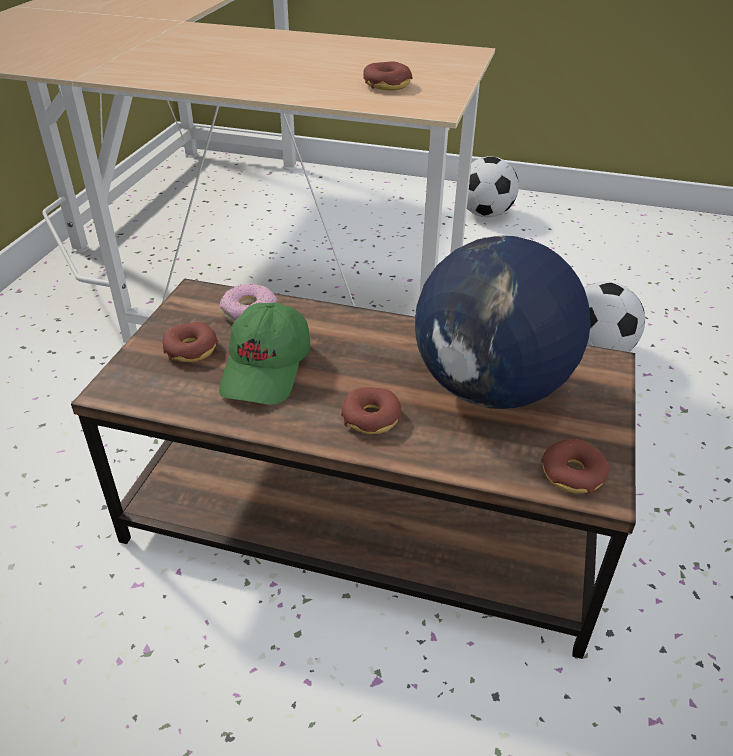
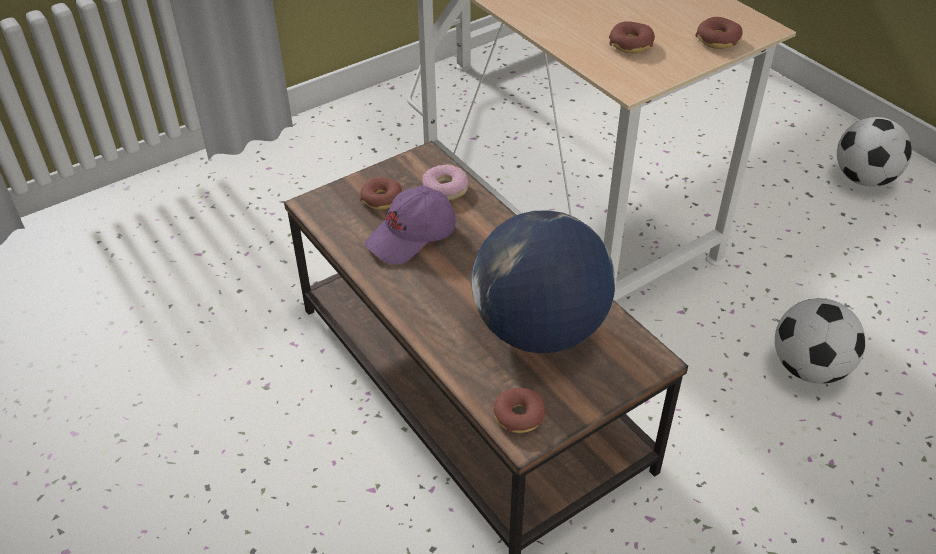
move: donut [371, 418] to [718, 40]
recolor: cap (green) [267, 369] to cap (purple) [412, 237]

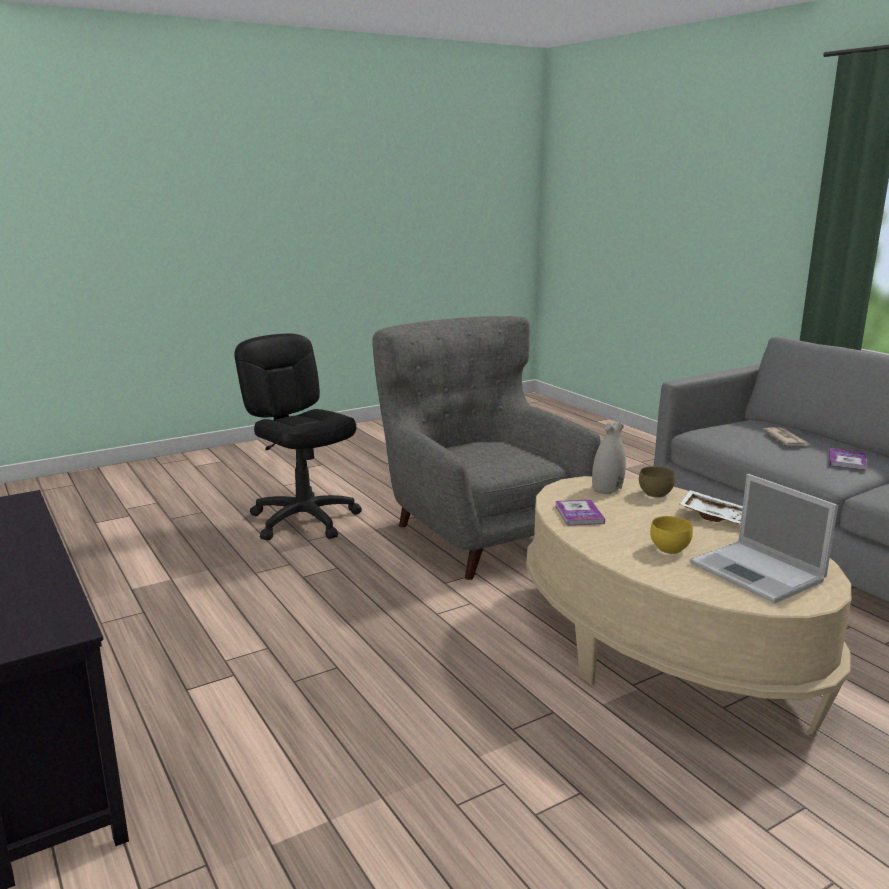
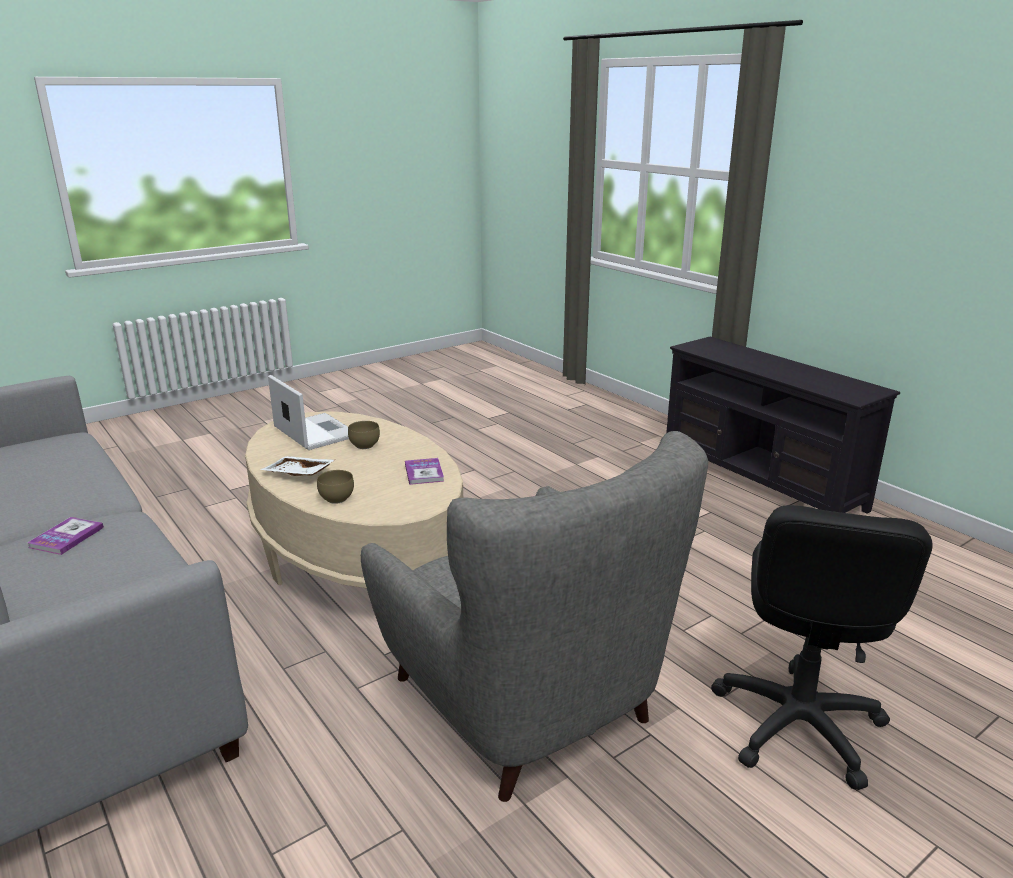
delete: vase (white) [607, 489]; newspaper [786, 439]
recolor: bowl (yellow) [670, 549] to bowl (brown) [364, 445]
rotate: office chair (black) [304, 520] = [797, 724] 60 degrees clockwise

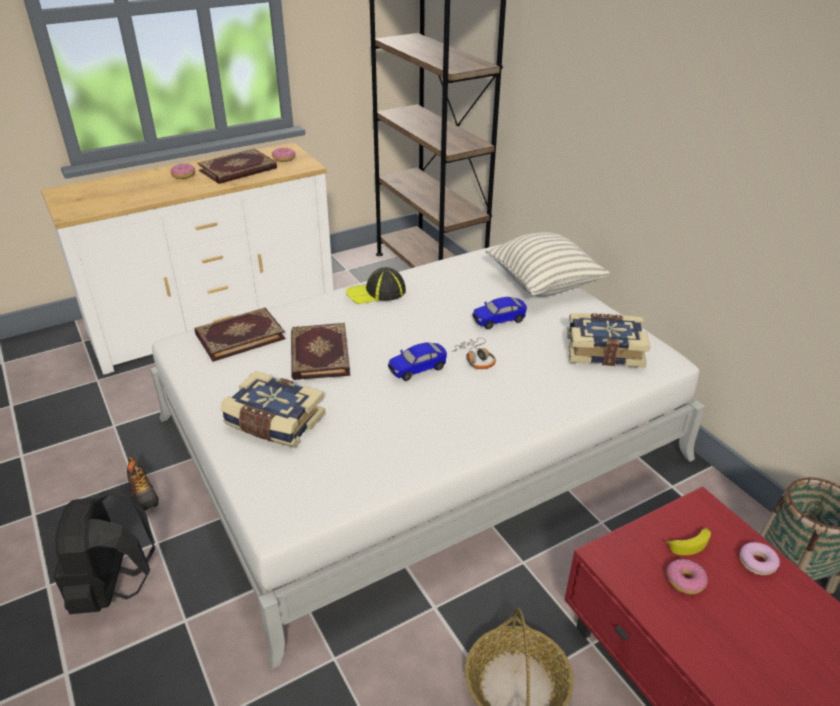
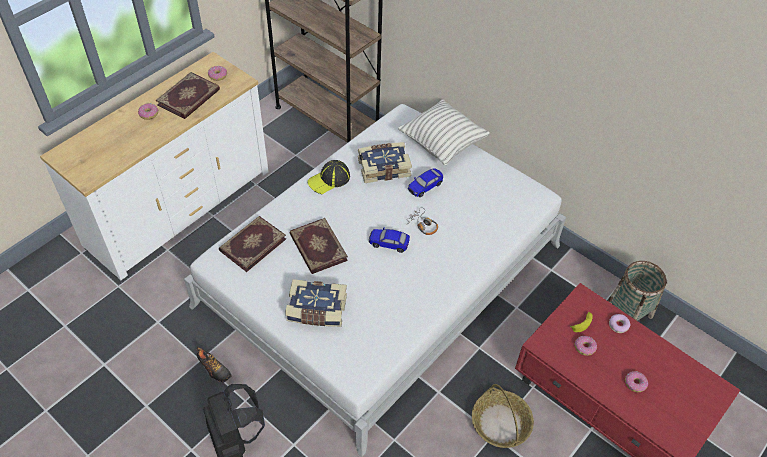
insert: donut [635, 383]
move: book [604, 350] to [383, 167]
rotate: toy car [417, 369] = [389, 244] 60 degrees clockwise

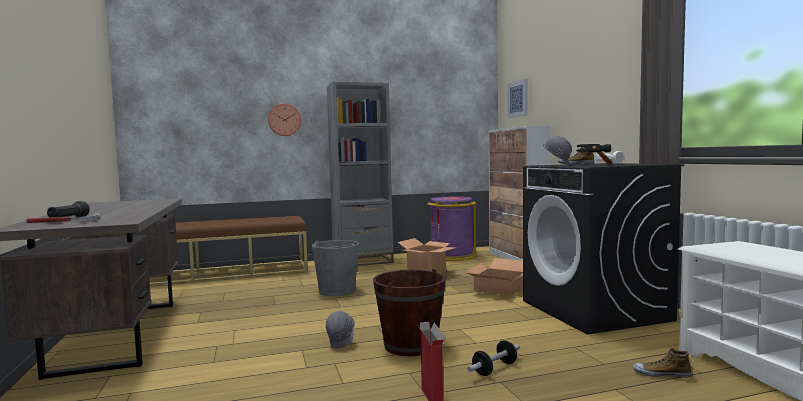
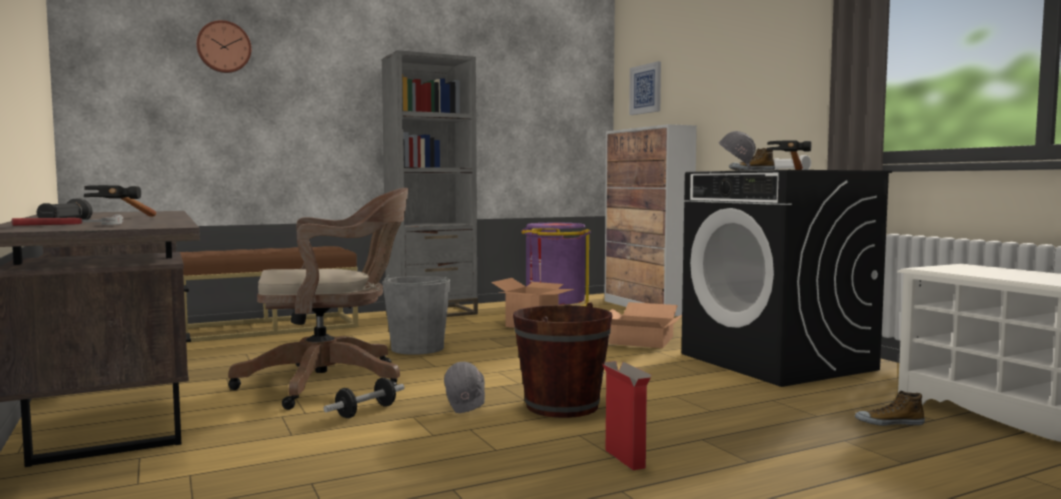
insert: hammer [128, 219]; office chair (brown) [331, 383]
move: wall clock [284, 120] to [223, 47]; dumbbell [494, 369] to [366, 411]

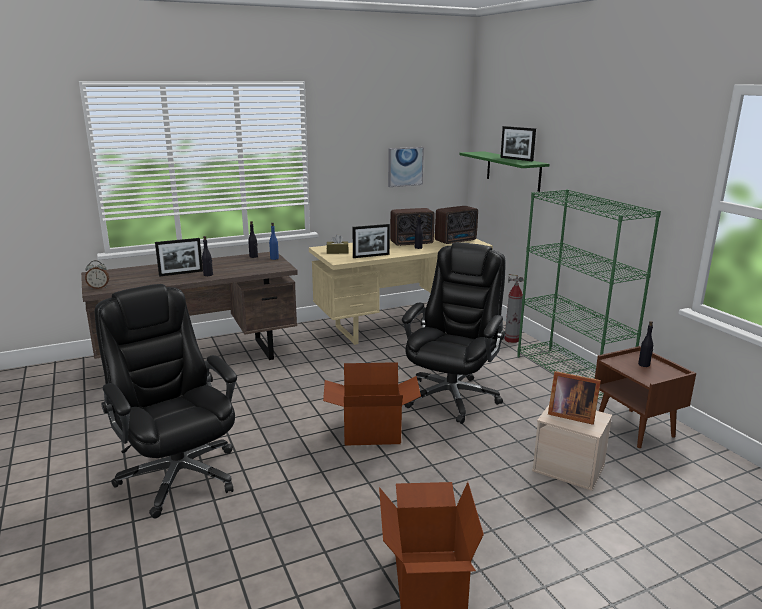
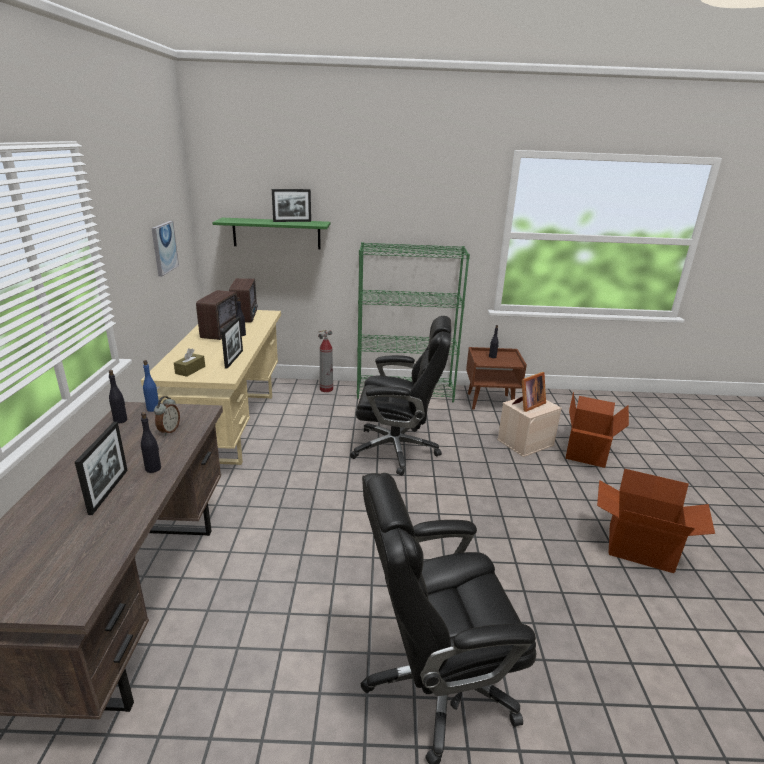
move: alarm clock [99, 287] to [168, 431]; cardboard box [371, 433] to [587, 452]
rotate: office chair (black) [452, 396] = [397, 449] 135 degrees clockwise

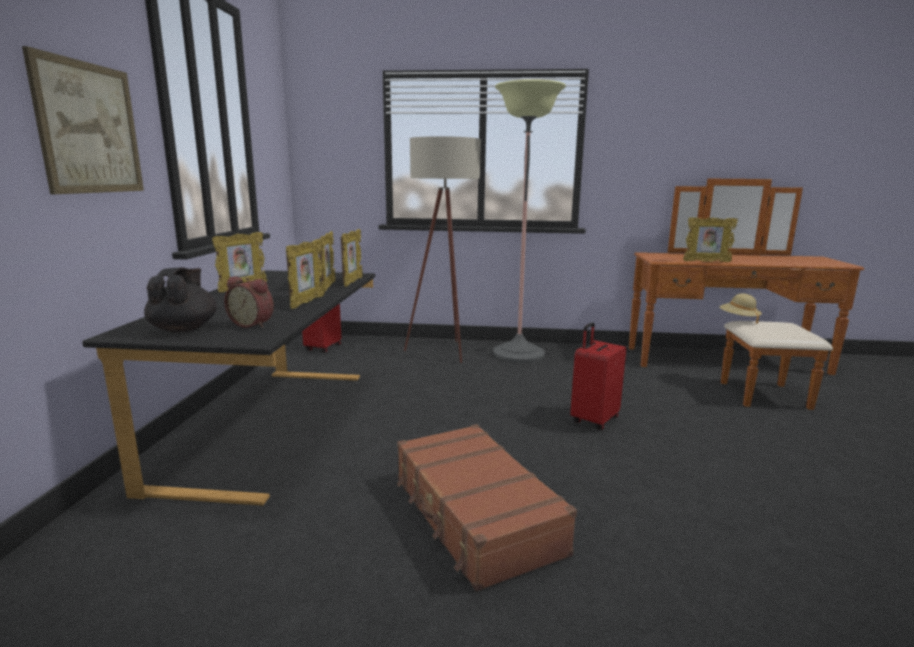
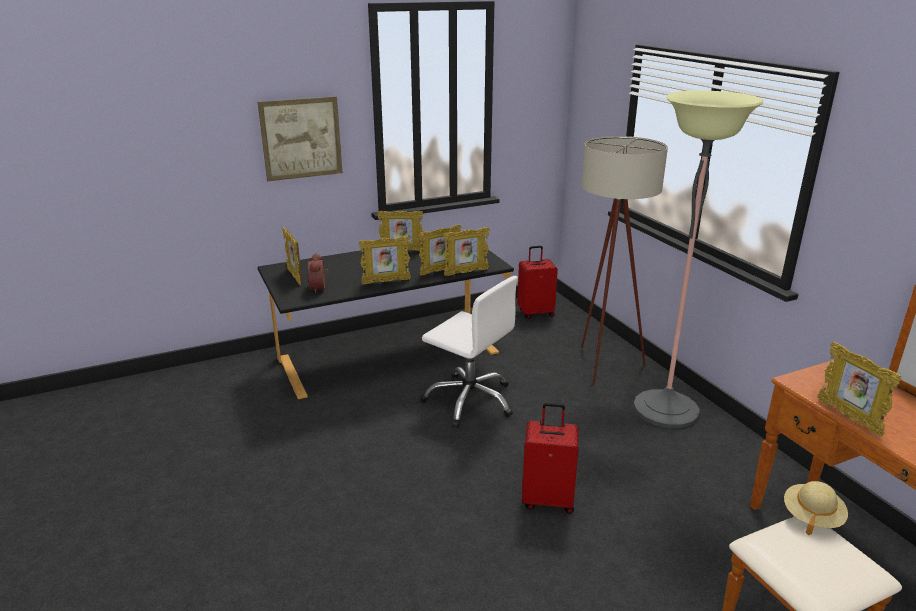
delete: suitcase (brown) [475, 516]
insert: office chair (white) [470, 400]
replace: teapot (black) [184, 329] to picture frame [294, 277]

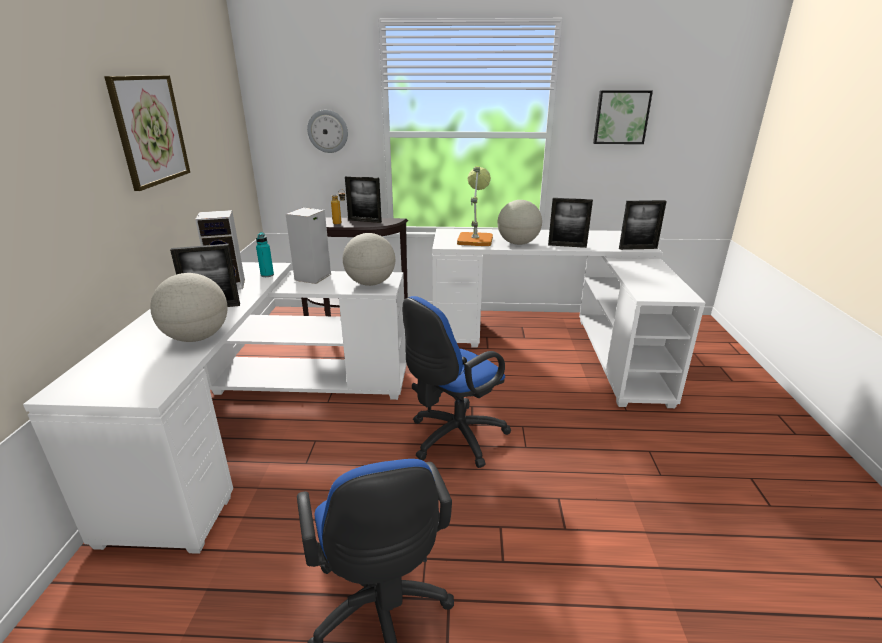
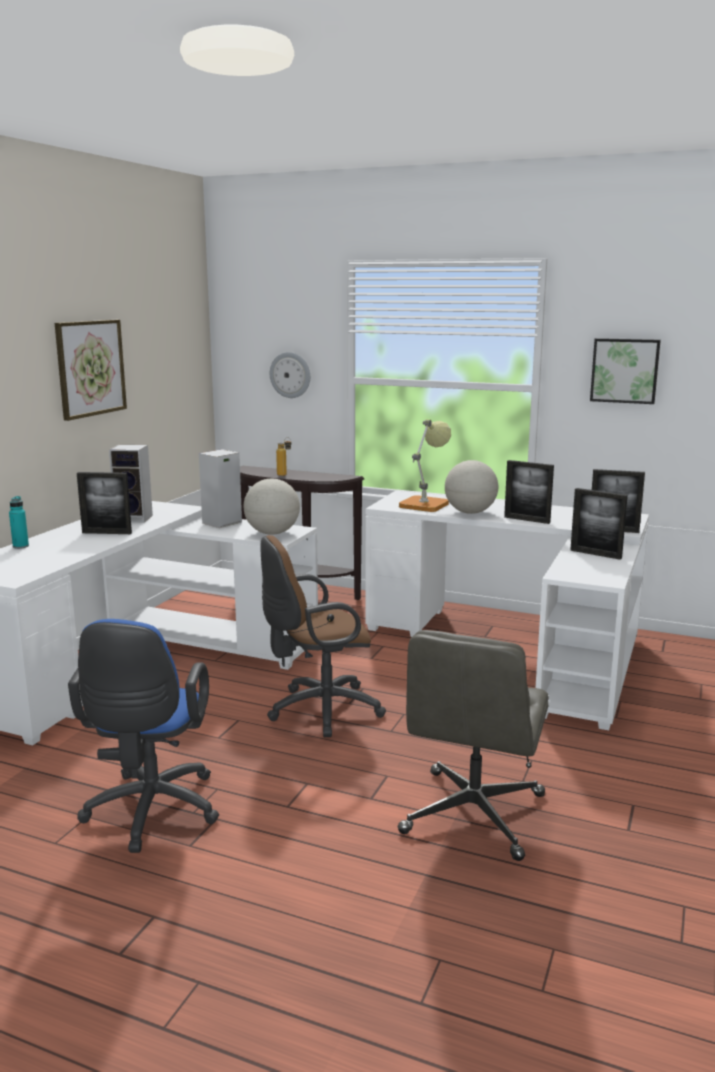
delete: globe [197, 337]
insert: office chair (grey) [473, 815]
move: picture frame [364, 221] to [595, 554]; bottle (turquoise) [267, 275] to [20, 546]
recolor: office chair (blue) [453, 438] to office chair (brown) [319, 710]

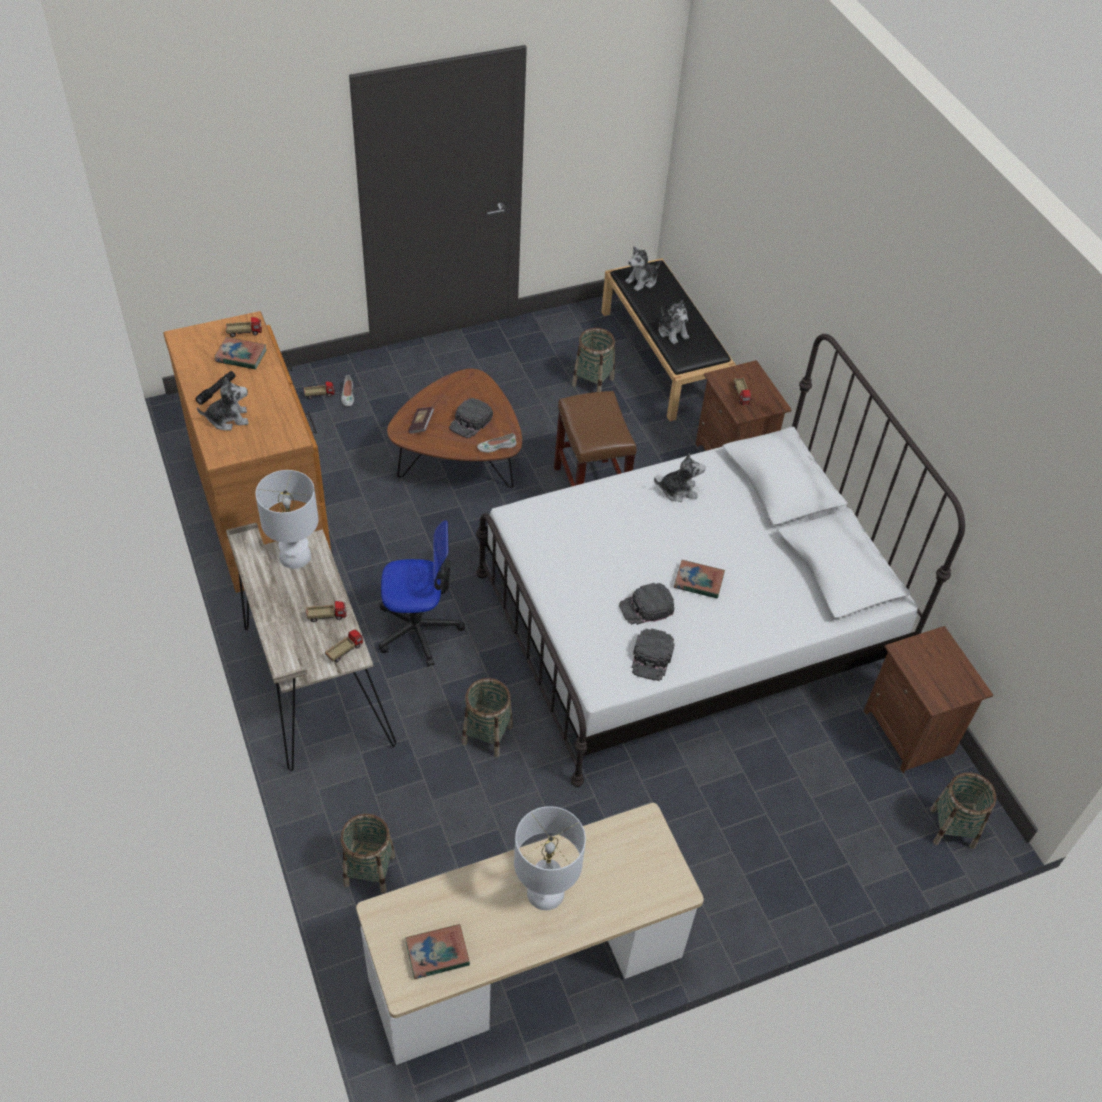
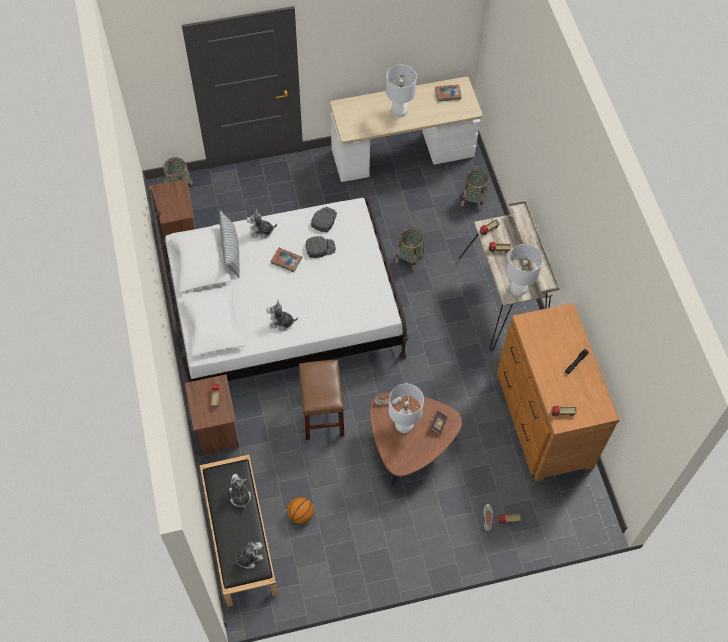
delete: book [241, 356]; office chair [418, 629]
insert: pillow [231, 252]
move: plush toy [228, 419] to [261, 231]
replace: basket [592, 382] to basketball [301, 515]; cap (black) [470, 422] to table lamp (white) [403, 424]

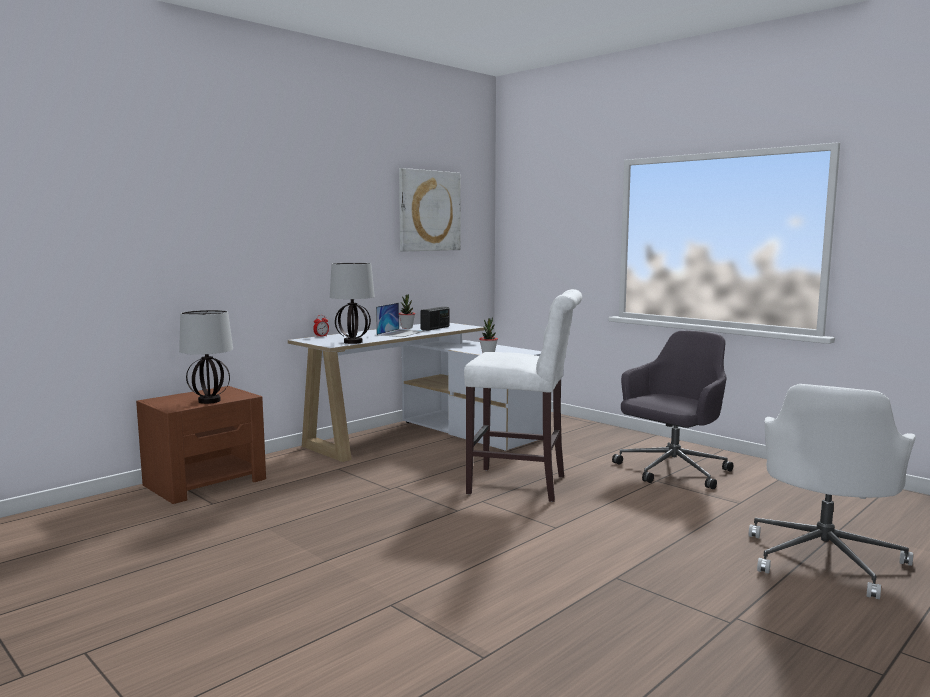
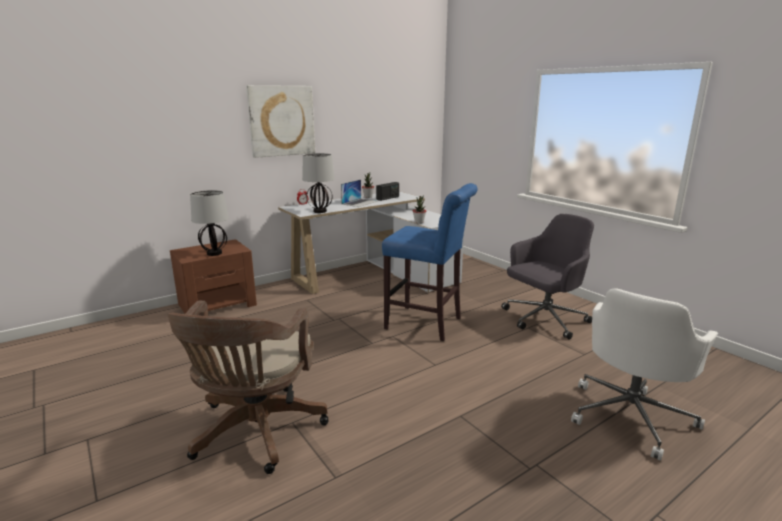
insert: office chair (brown) [255, 433]
move: picture [429, 211] to [281, 121]
recolor: stool (white) [523, 485] to stool (blue) [427, 324]

